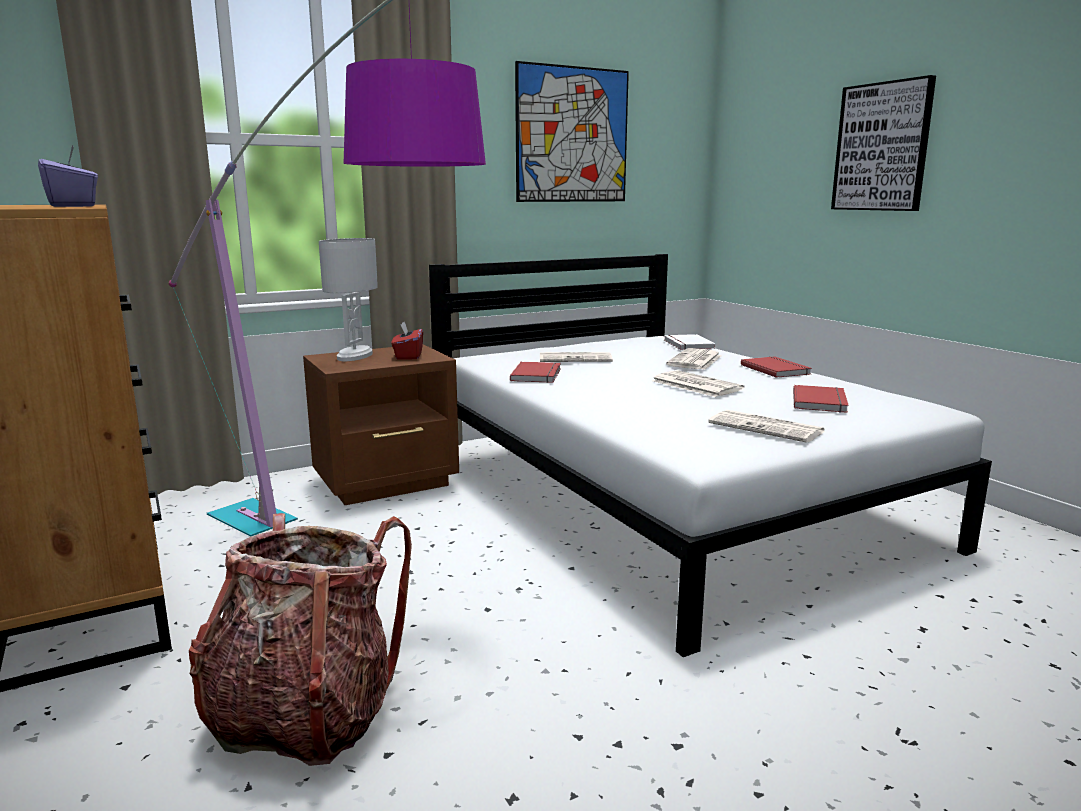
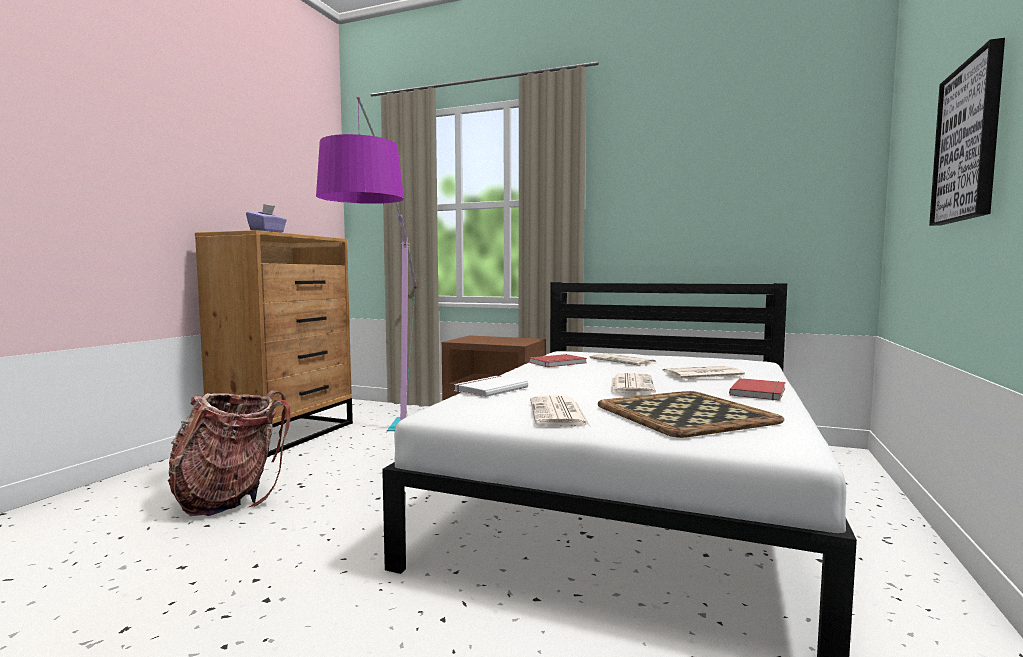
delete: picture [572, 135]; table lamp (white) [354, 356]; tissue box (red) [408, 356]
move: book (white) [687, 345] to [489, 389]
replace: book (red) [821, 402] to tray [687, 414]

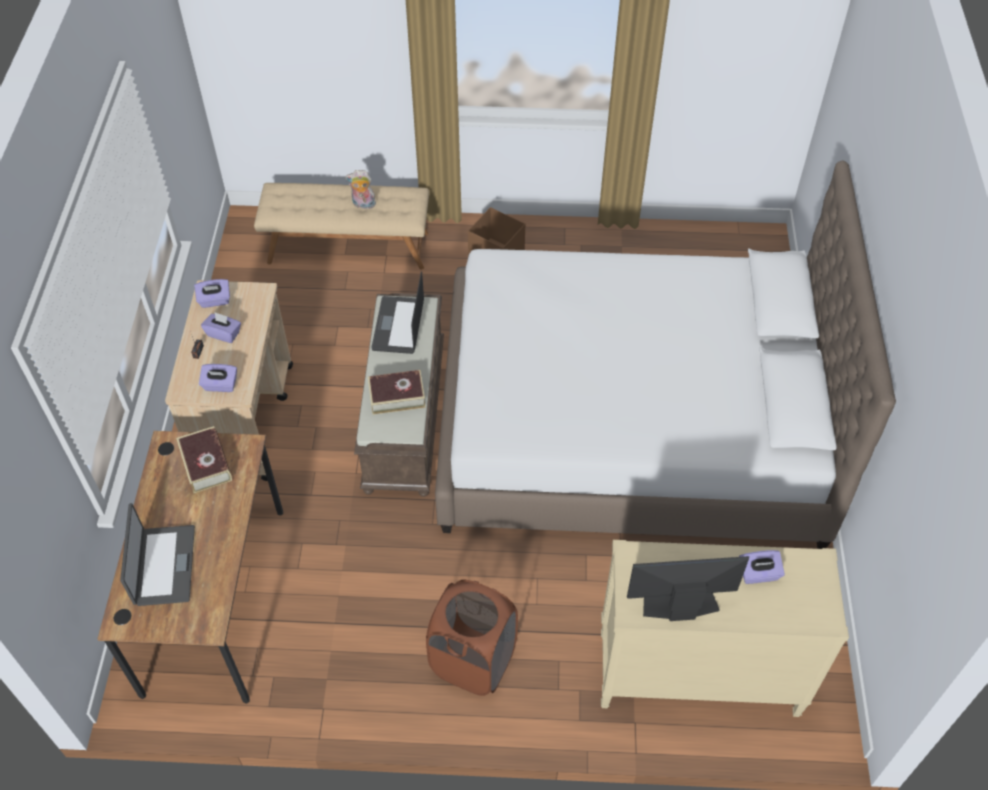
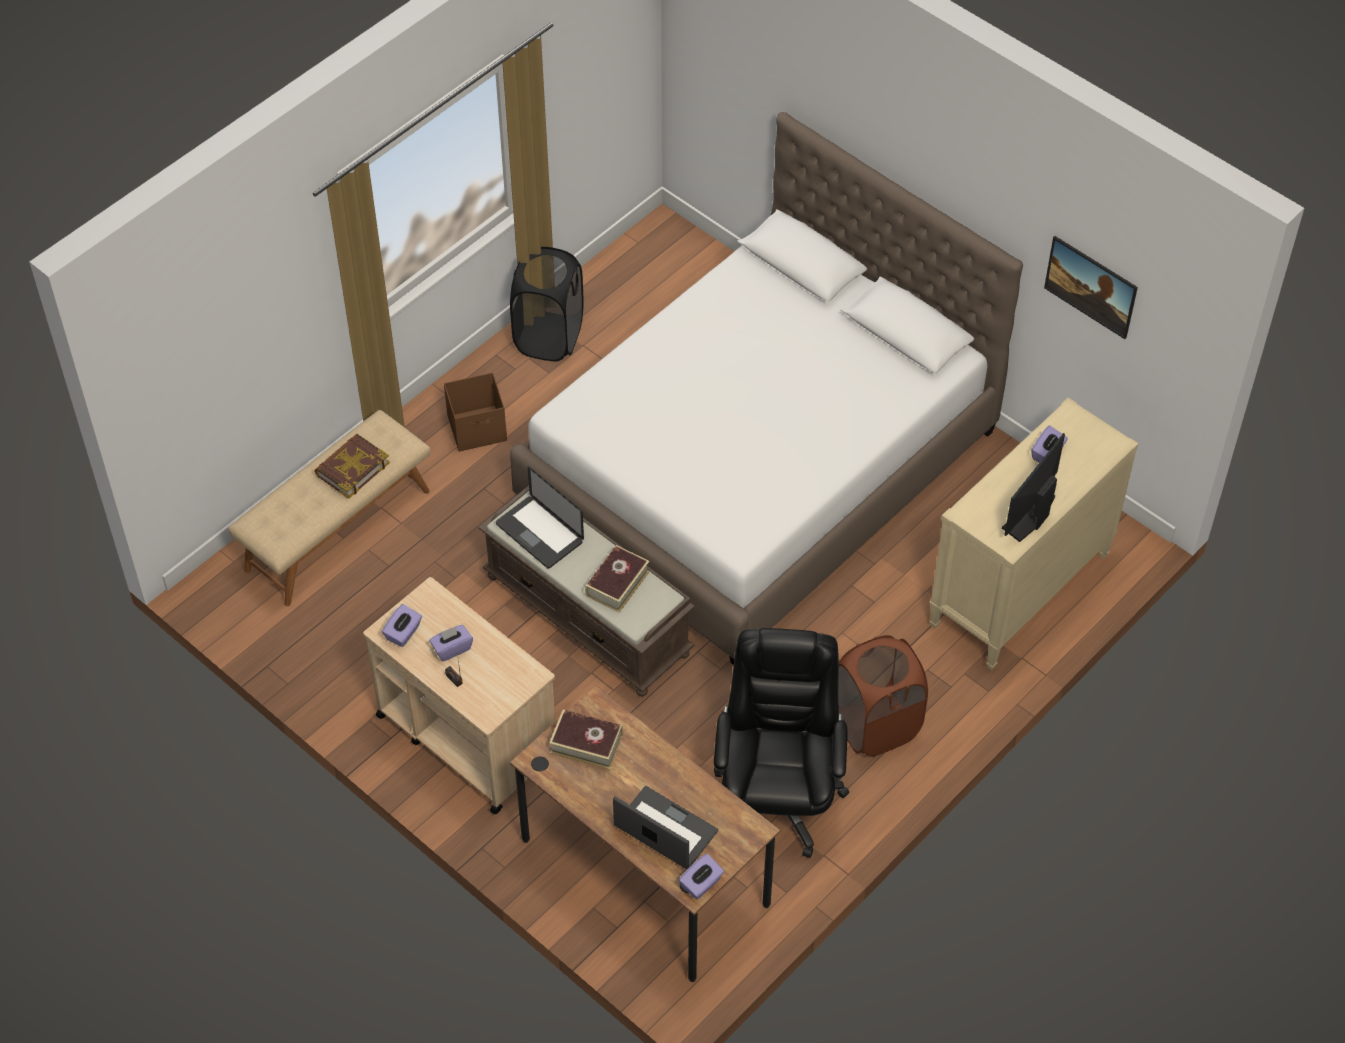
insert: picture [1088, 299]; laundry basket (black) [549, 337]; office chair (black) [777, 797]
move: tissue box (purple) [220, 385] to [701, 884]
replace: plush toy [363, 205] to book [352, 469]

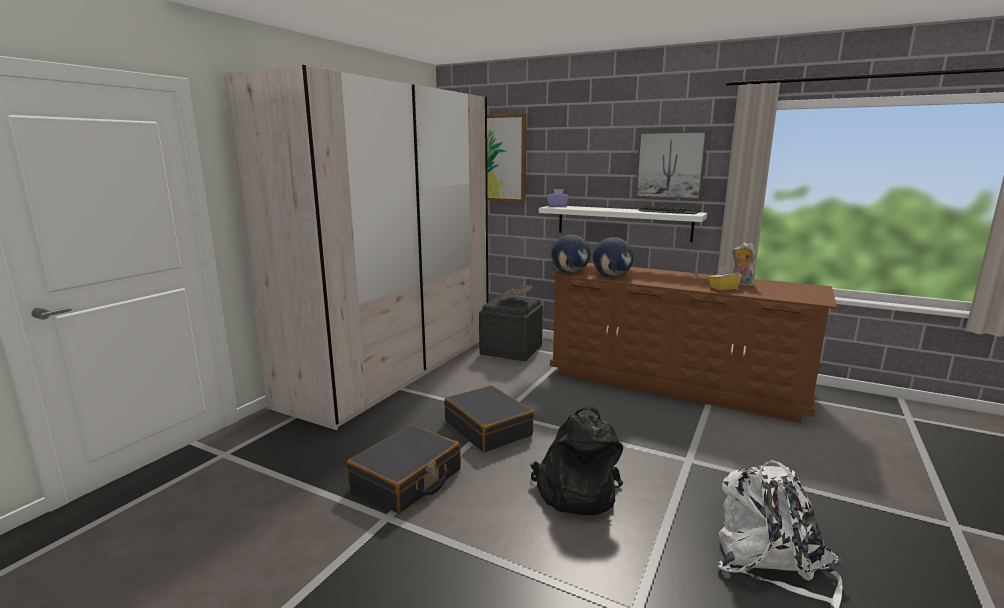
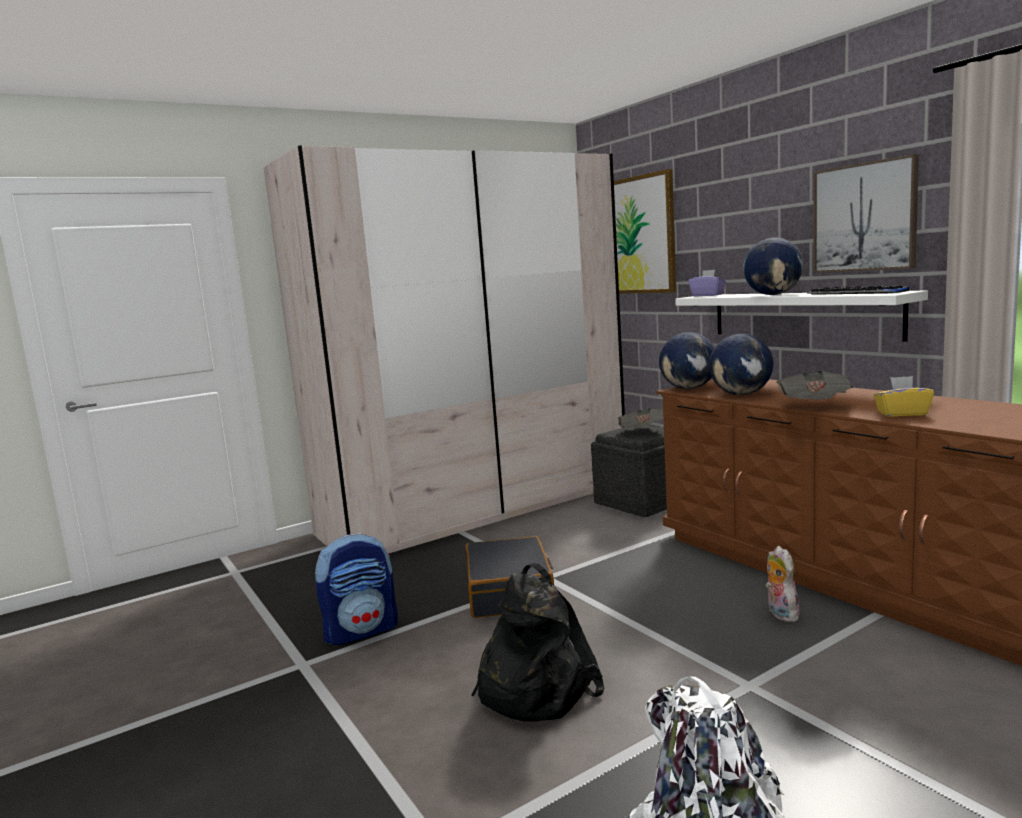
insert: globe [773, 295]; newspaper [814, 406]
move: plush toy [740, 284] to [780, 613]
replace: suitcase (black) [407, 480] to backpack [361, 631]

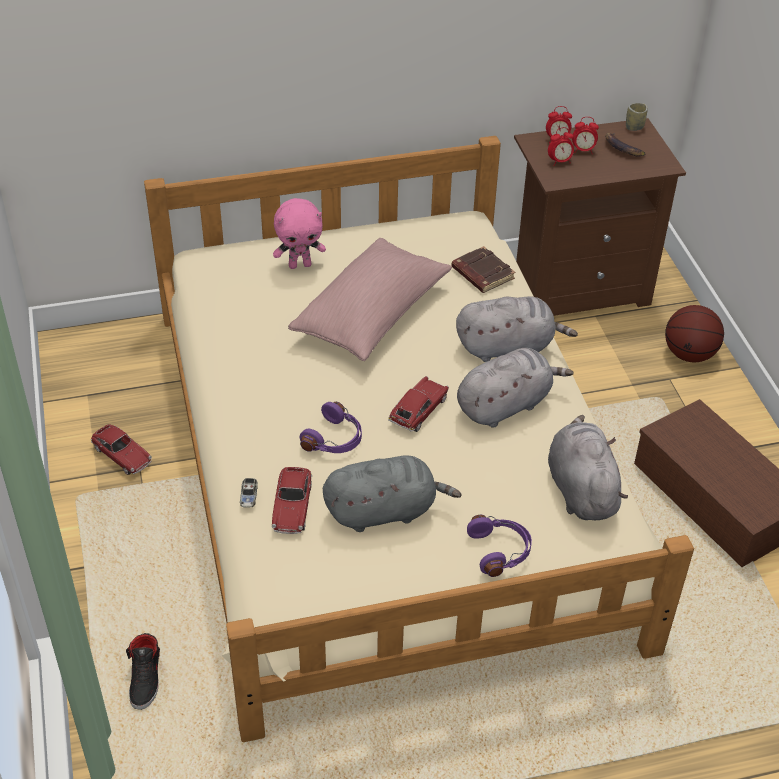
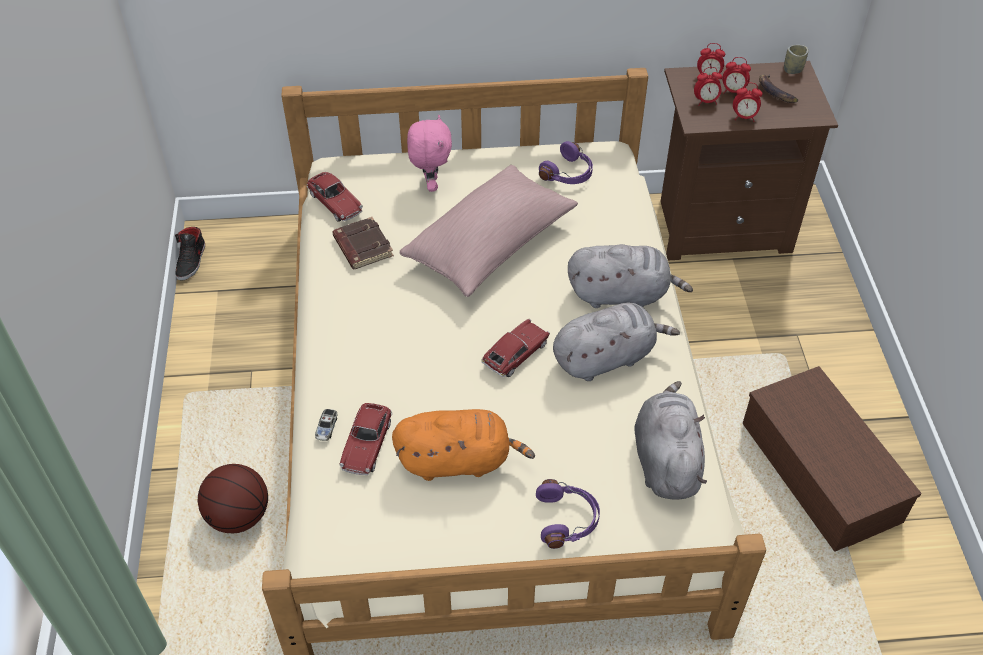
insert: alarm clock [744, 117]
move: book (brown) [481, 274] to [362, 247]; basketball [689, 354] to [239, 516]; headphones (purple) [334, 439] to [568, 174]; toy car [122, 455] to [335, 203]; shoe (black) [146, 678] to [191, 261]
recolor: plush toy (grey) [385, 511] to plush toy (orange) [458, 460]
rotate: plush toy (pink) [300, 265] = [430, 184] 90 degrees counterclockwise

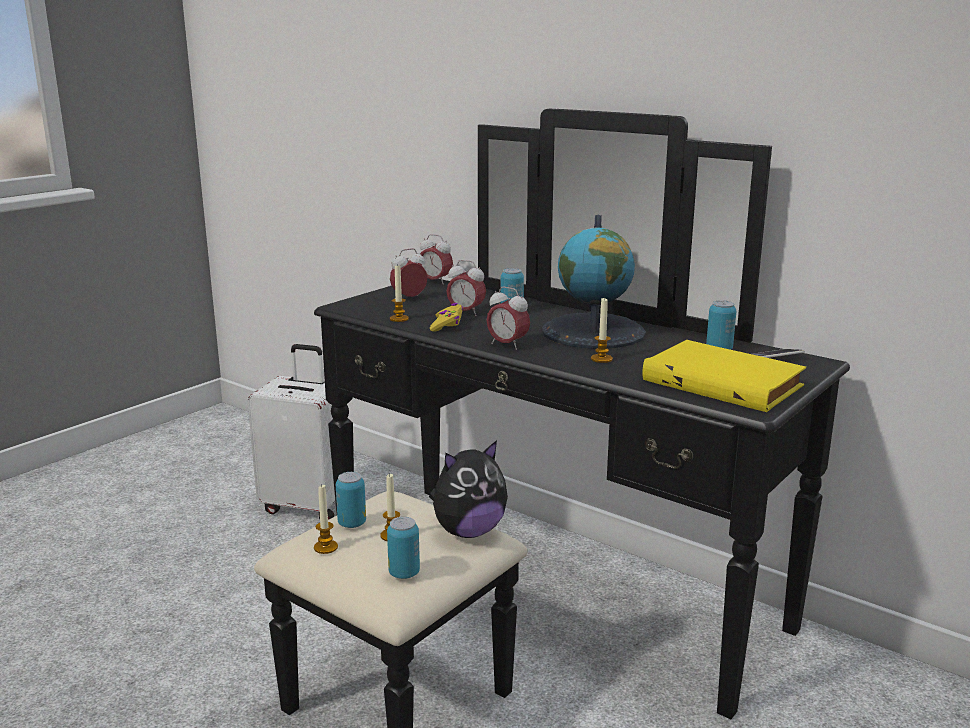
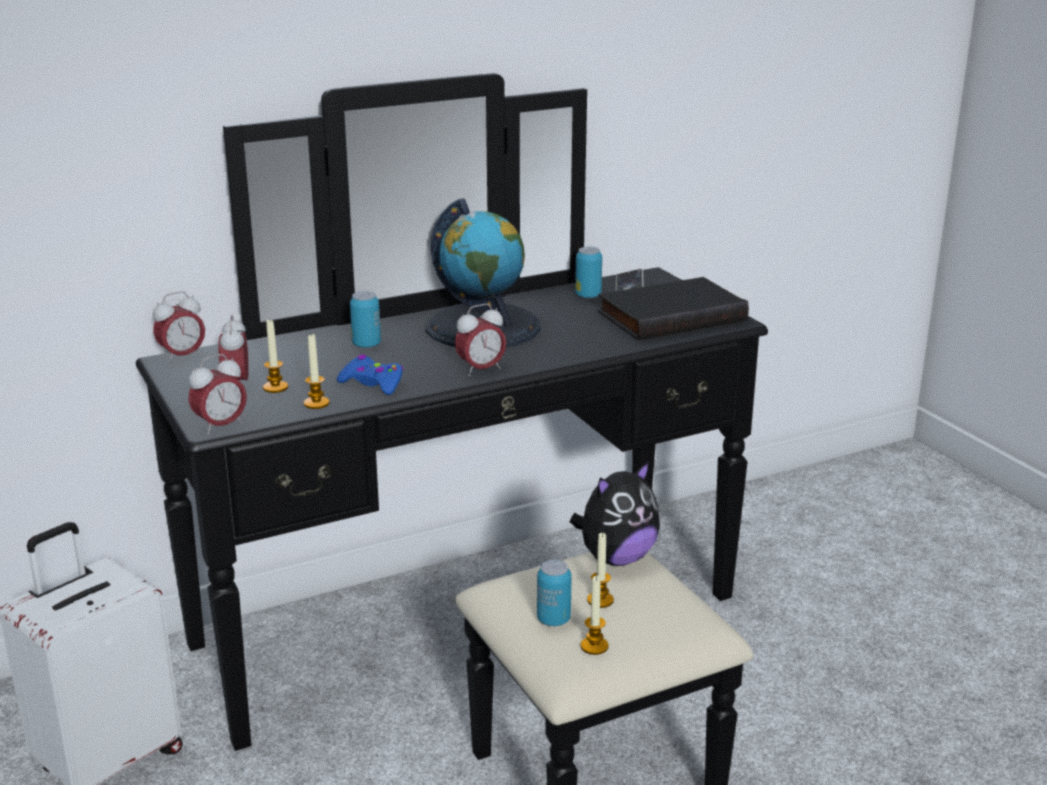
delete: can [404, 573]
move: alarm clock [466, 313] to [221, 426]; candle [601, 359] to [275, 387]
recolor: game controller (yellow) [447, 324] to game controller (blue) [372, 383]; book (yellow) [724, 382] to book (black) [670, 315]
rotate: plush toy [468, 531] = [616, 558] 60 degrees clockwise

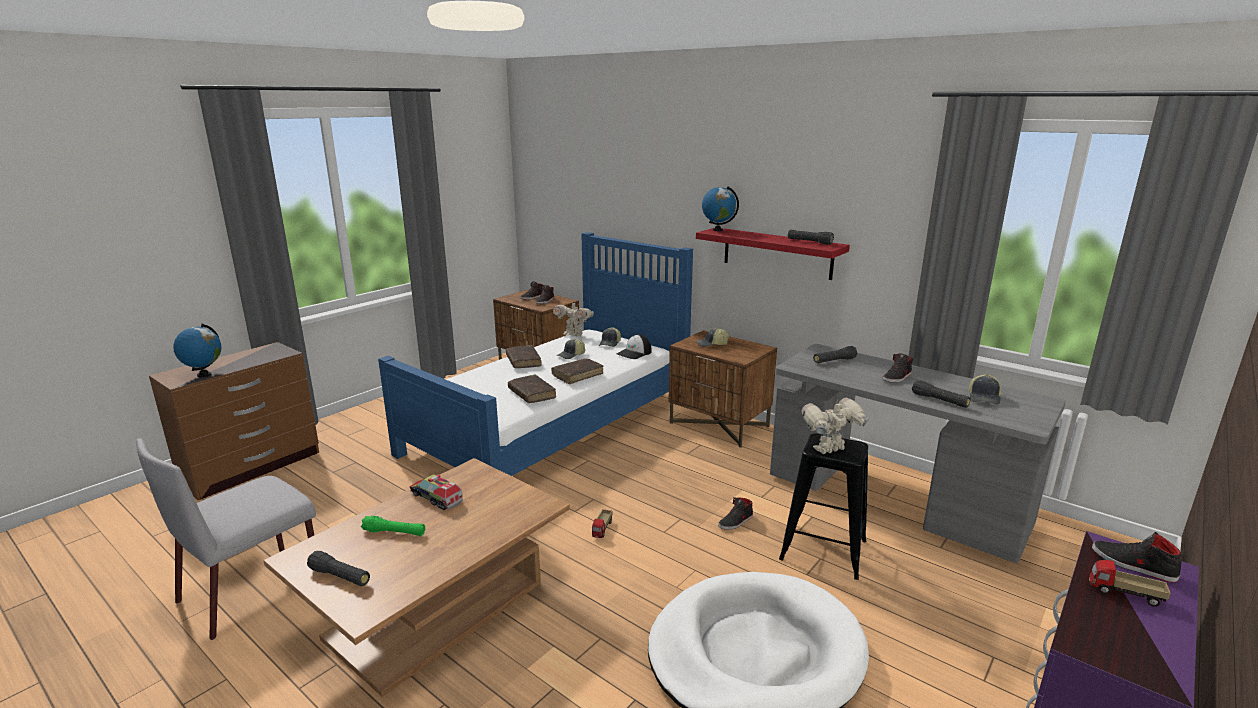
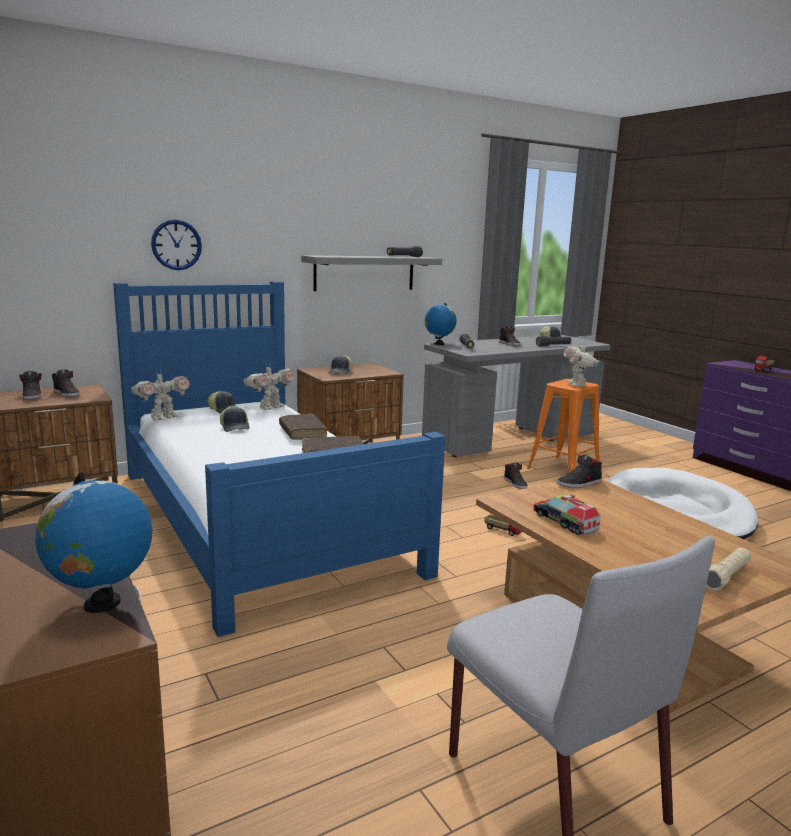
delete: book (brown) [523, 361]; flashlight (green) [394, 532]
insert: wall clock [176, 245]
move: globe [717, 230] to [439, 344]; shoe (black) [1133, 565] to [579, 483]
replace: cap [634, 353] to toy robot [270, 408]
recolor: shelf (red) [777, 253] to shelf (grey) [364, 273]; stool (black) [823, 550] to stool (orange) [563, 469]; flashlight (black) [340, 576] to flashlight (beige) [726, 577]
rotate: toy truck [436, 498] = [564, 522] 90 degrees clockwise

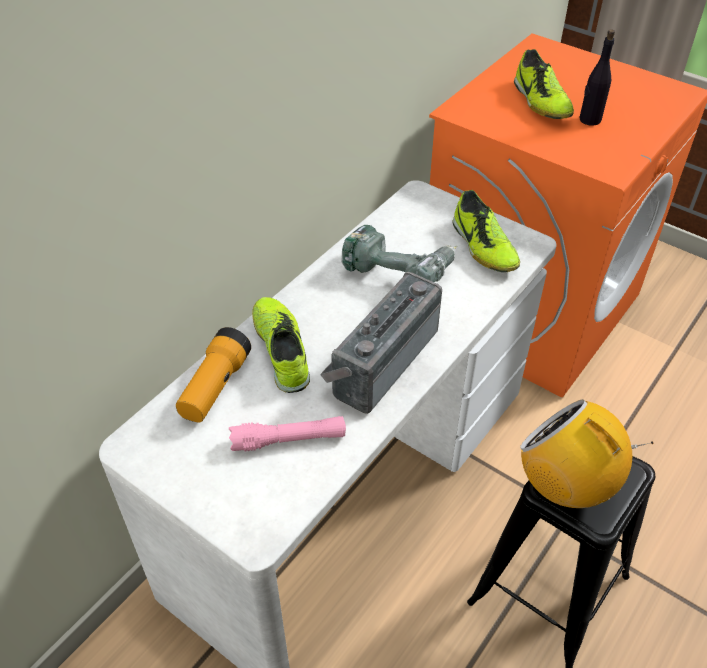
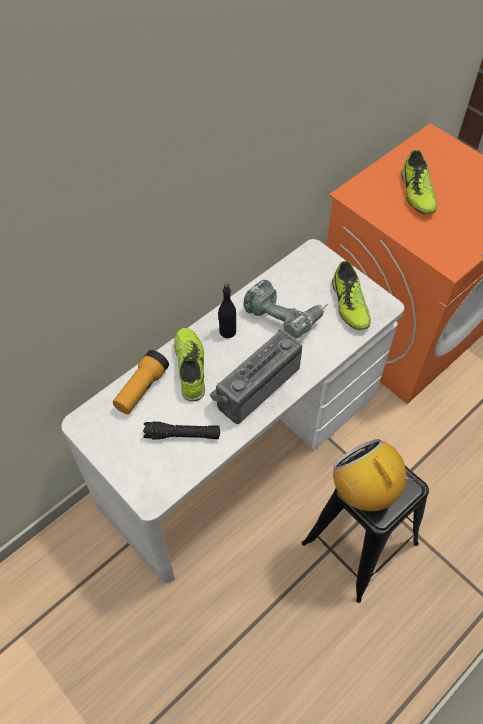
move: bottle (black) [589, 120] to [227, 331]
recolor: flashlight (pink) [288, 440] to flashlight (black) [182, 435]

